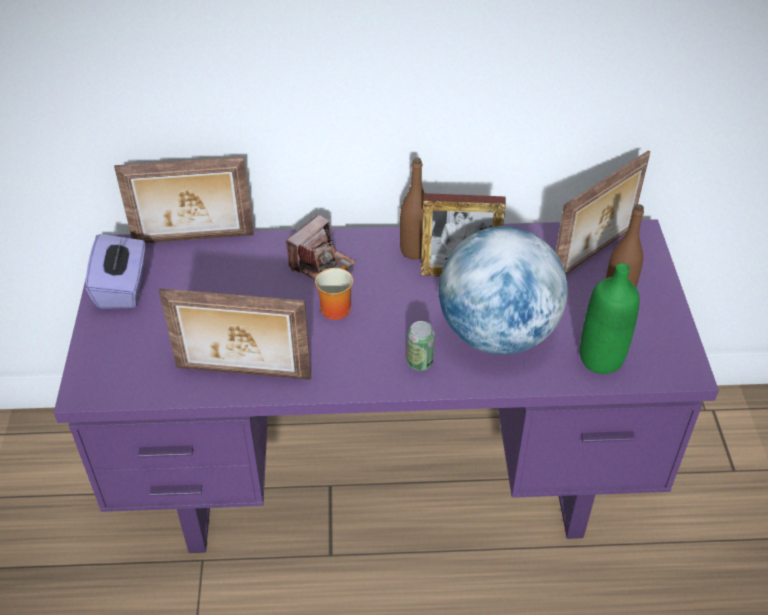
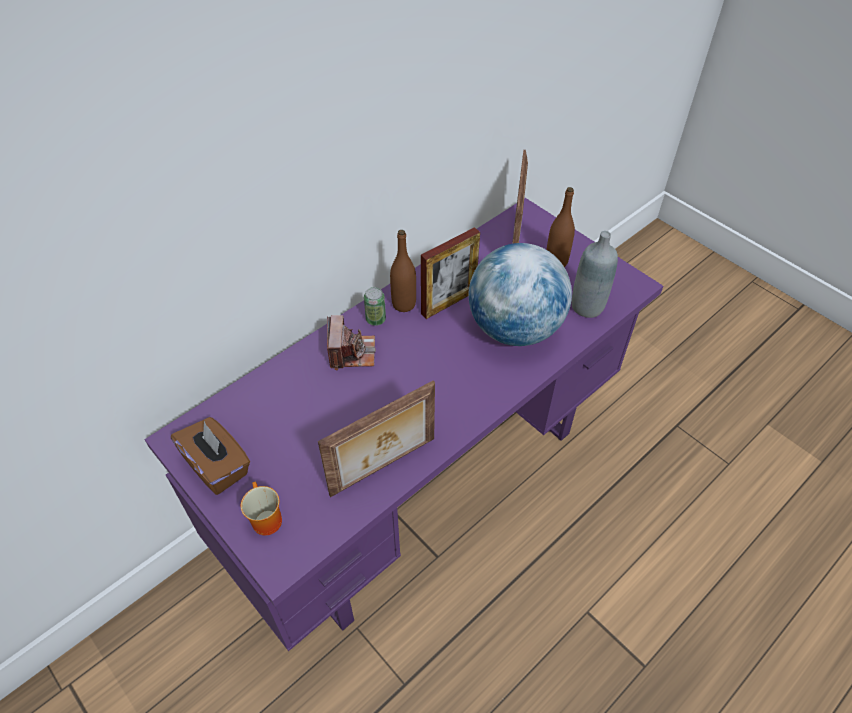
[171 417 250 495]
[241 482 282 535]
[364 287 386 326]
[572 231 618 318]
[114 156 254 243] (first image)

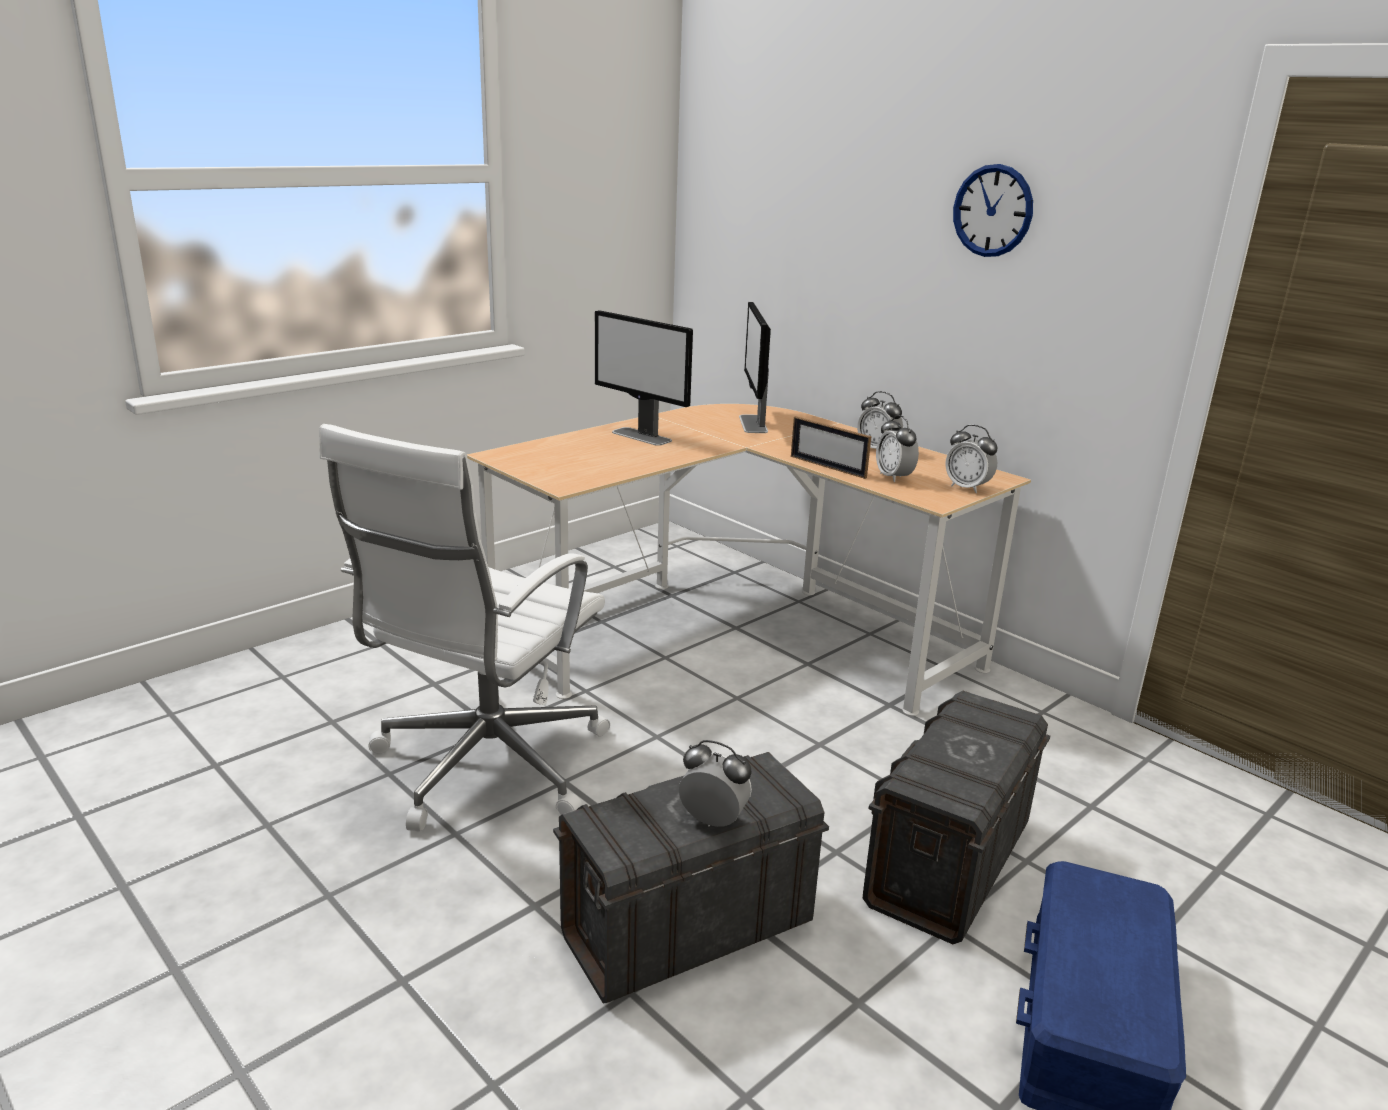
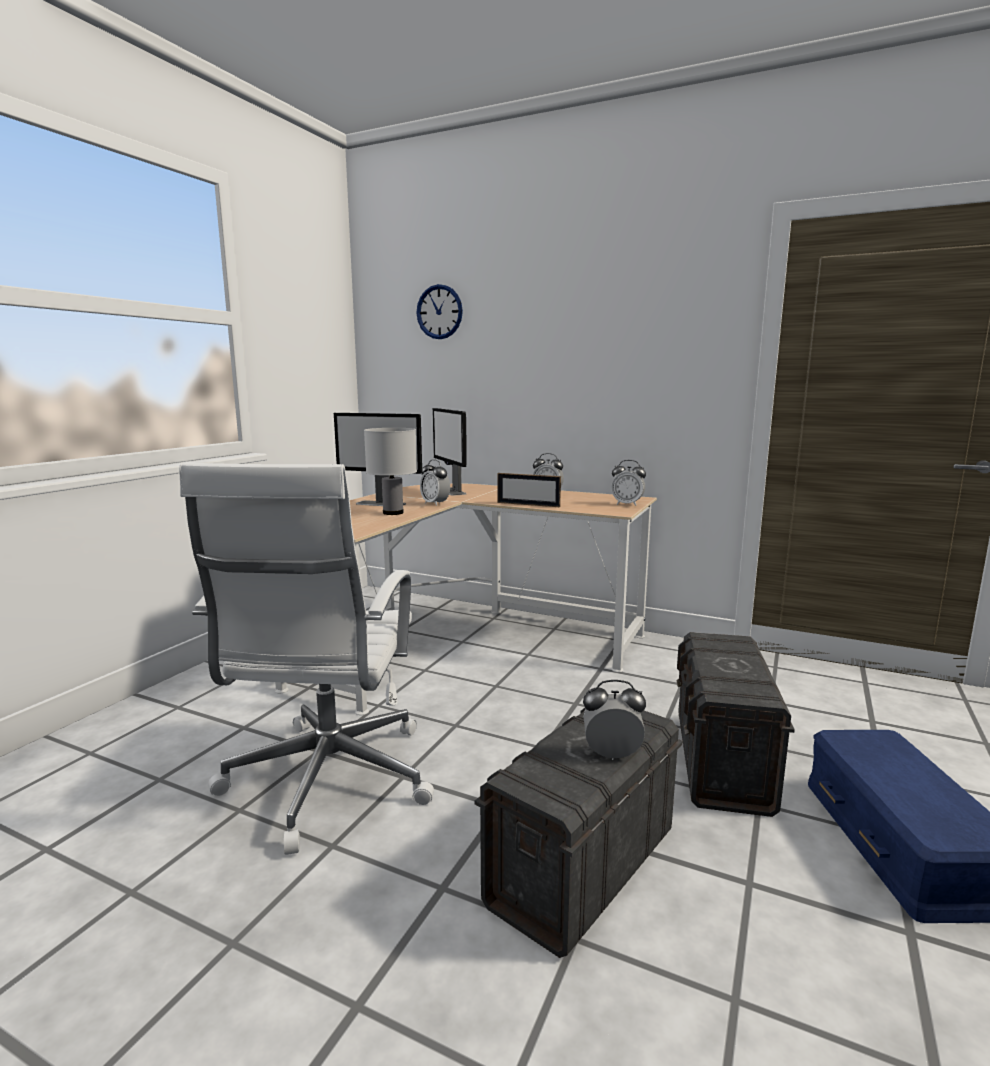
[364 428 417 515]
[416 284 463 339]
[420 459 450 506]

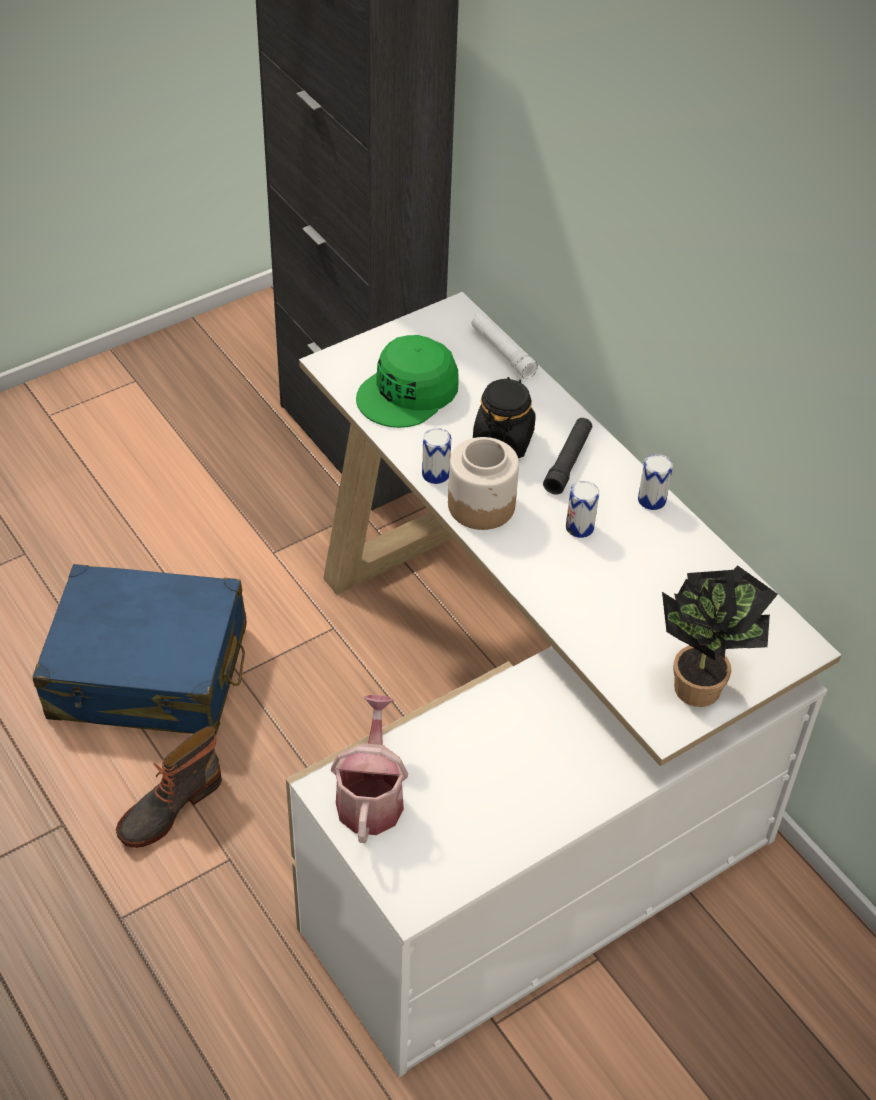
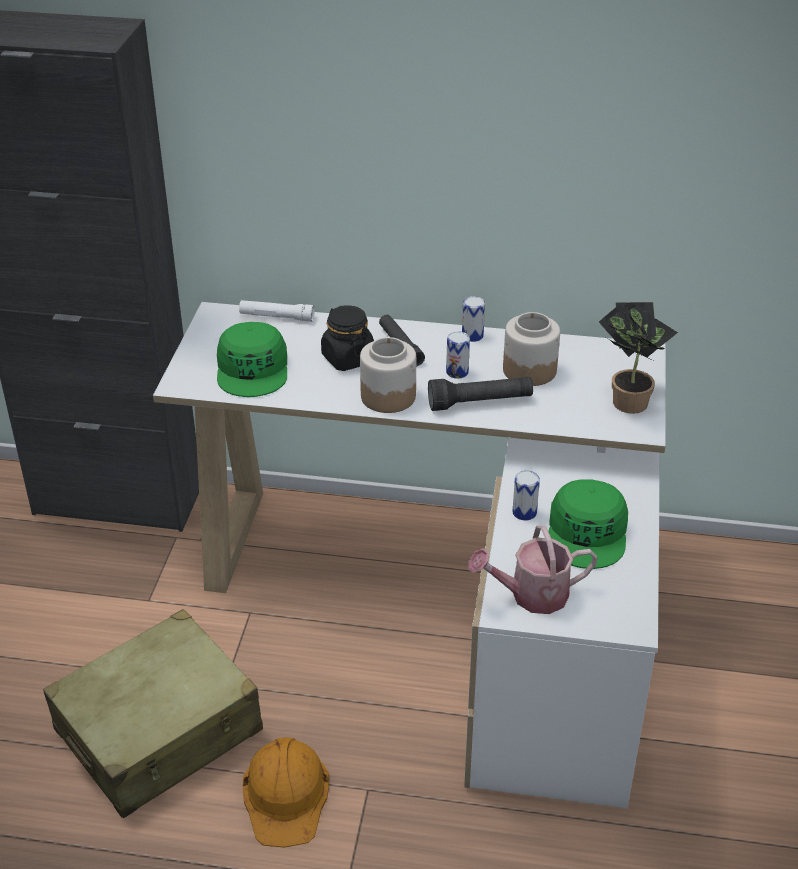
[43 609 263 818]
[243 737 329 847]
[428 377 533 411]
[468 525 597 614]
[503 312 560 386]
[513 470 540 521]
[549 480 628 569]

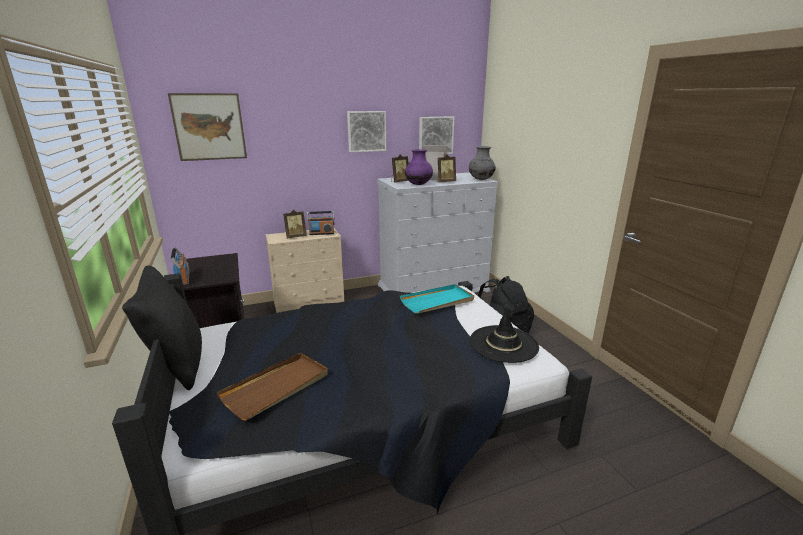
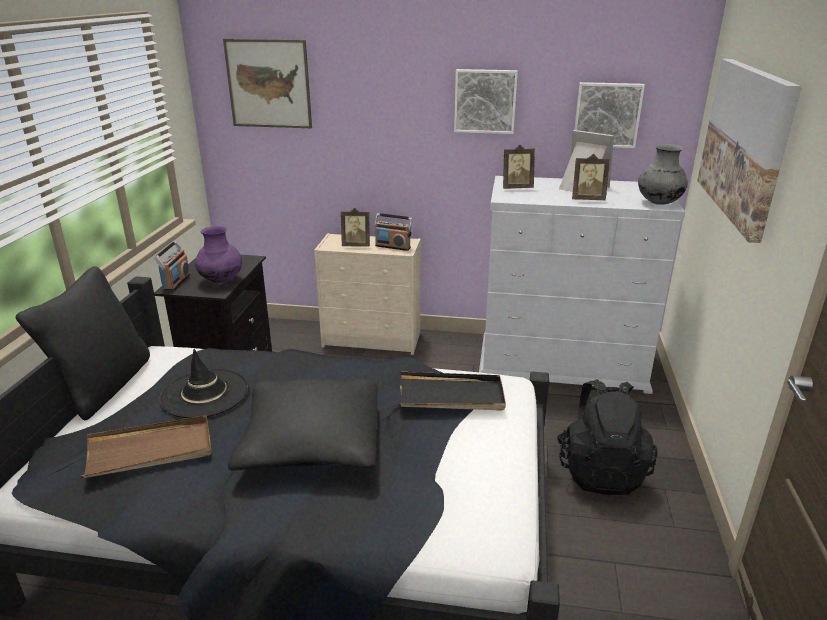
[159 349 249 418]
[195 226 242 283]
[228 379 378 471]
[399 372 506 411]
[697 59 801 243]

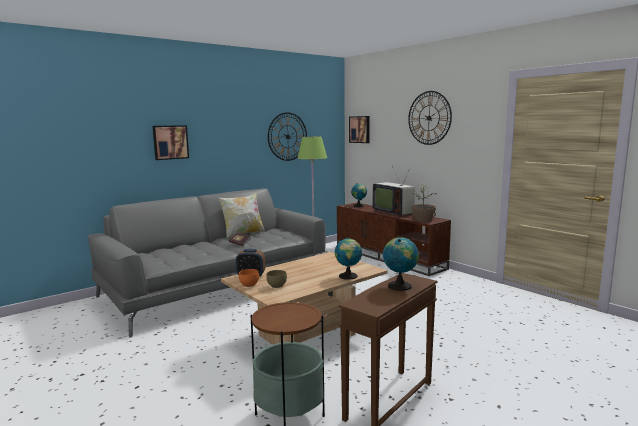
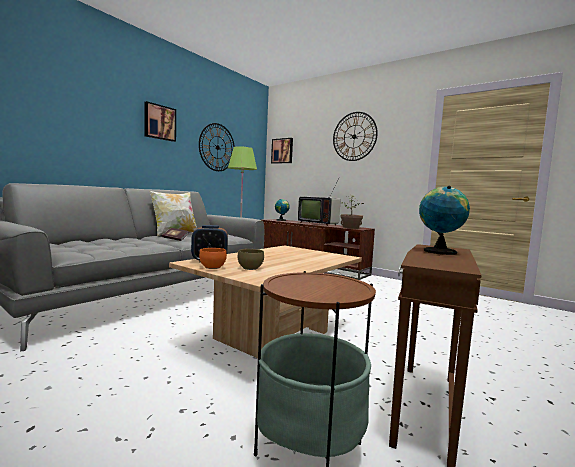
[145 101 176 142]
[335 237 362 280] (first image)

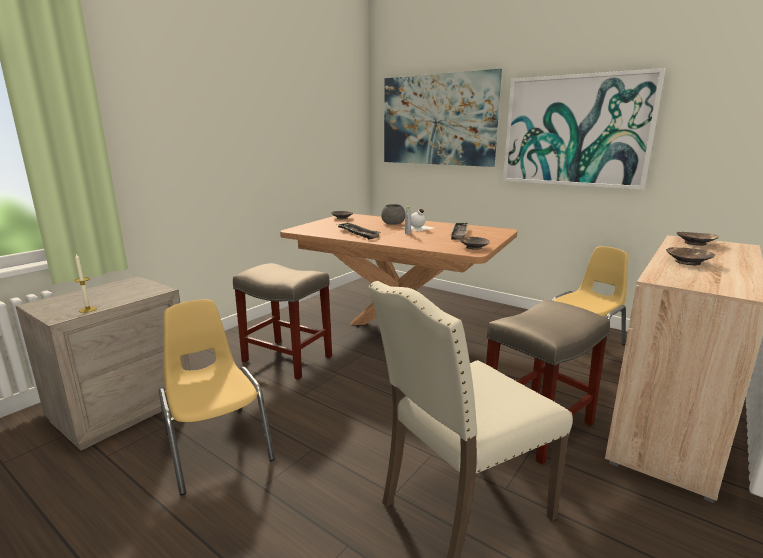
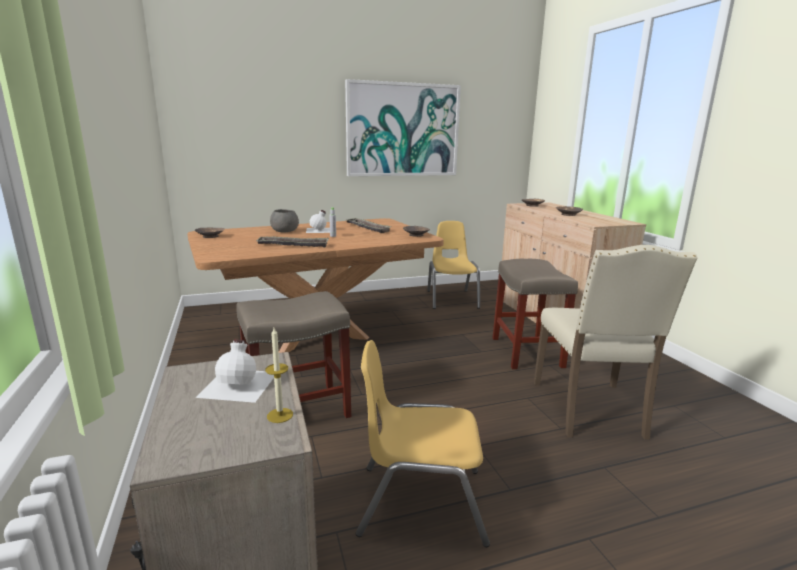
[195 339 274 403]
[384 69 502 167] (first image)

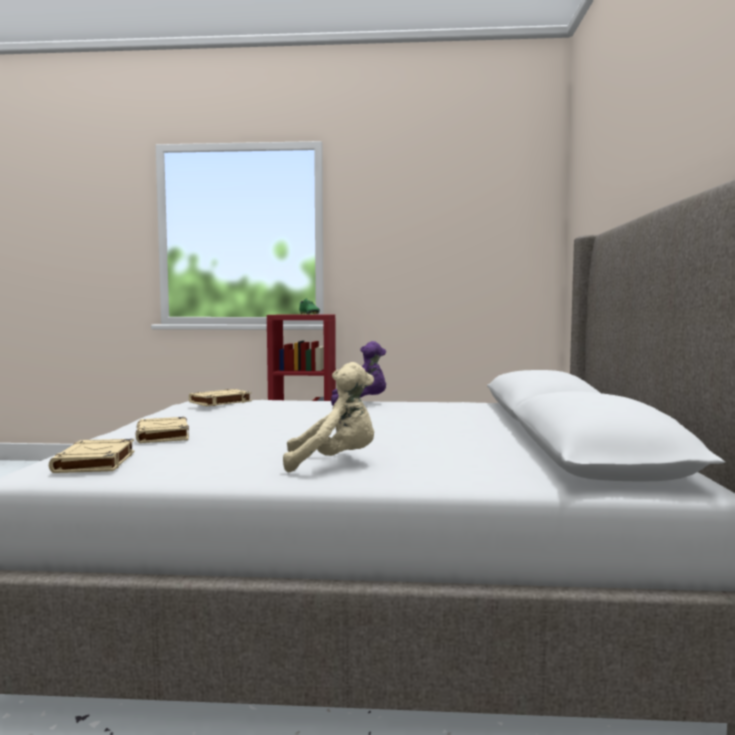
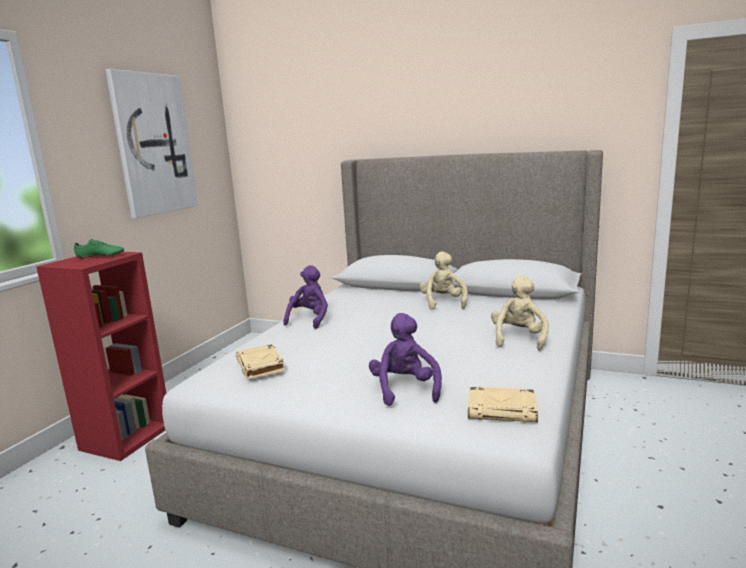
[105 69 198 219]
[369 313 442 406]
[419 251 468 309]

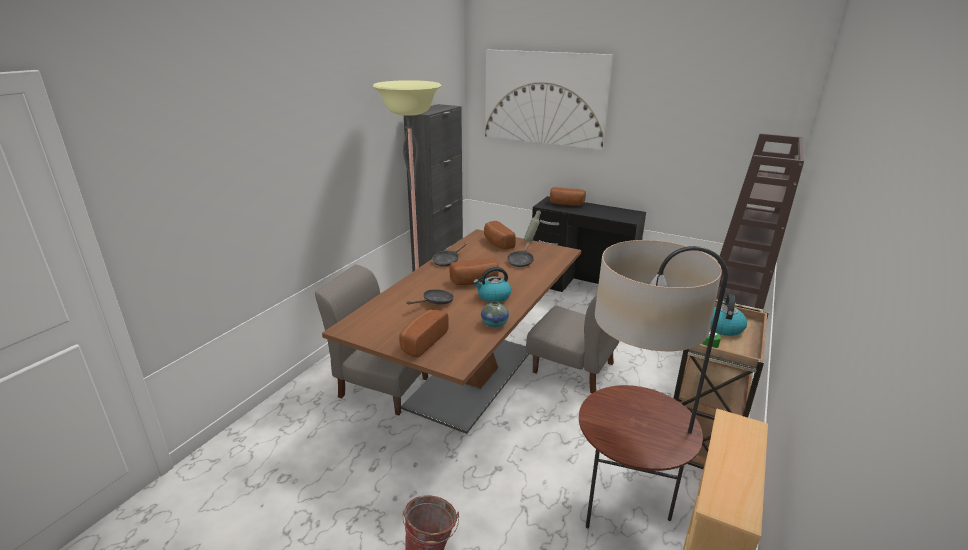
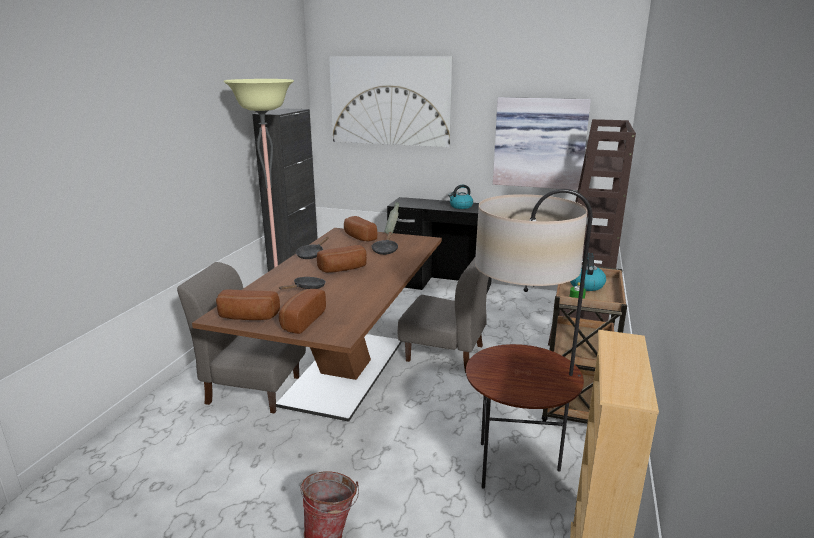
[216 289 280 320]
[448 185 473 209]
[493 97 591 190]
[481 301 509 328] (first image)

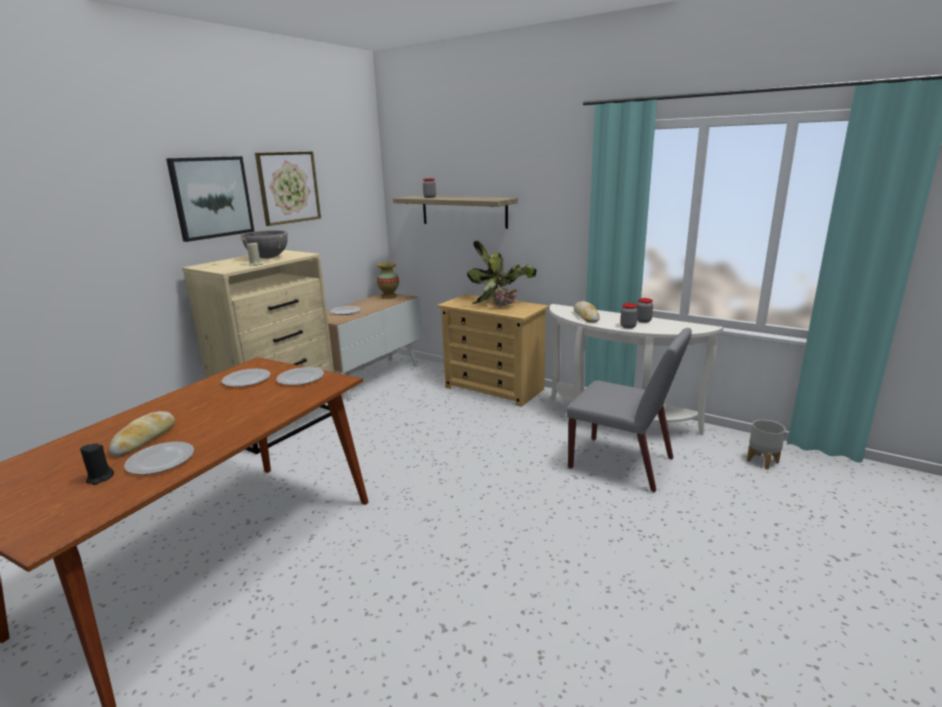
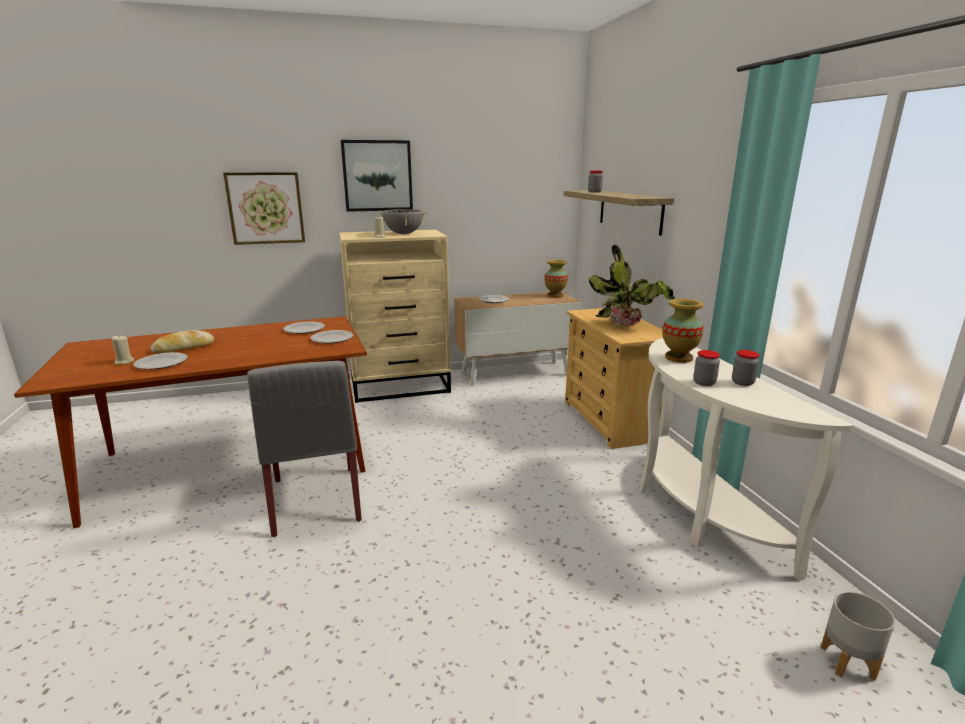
[112 335 134 365]
[223 172 305 245]
[247 361 362 537]
[662 299 703 363]

